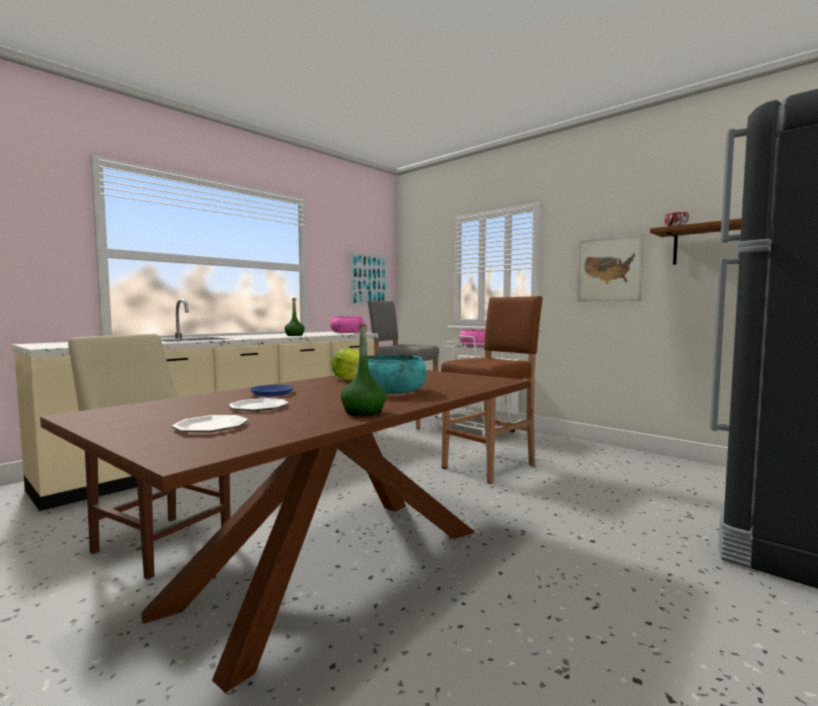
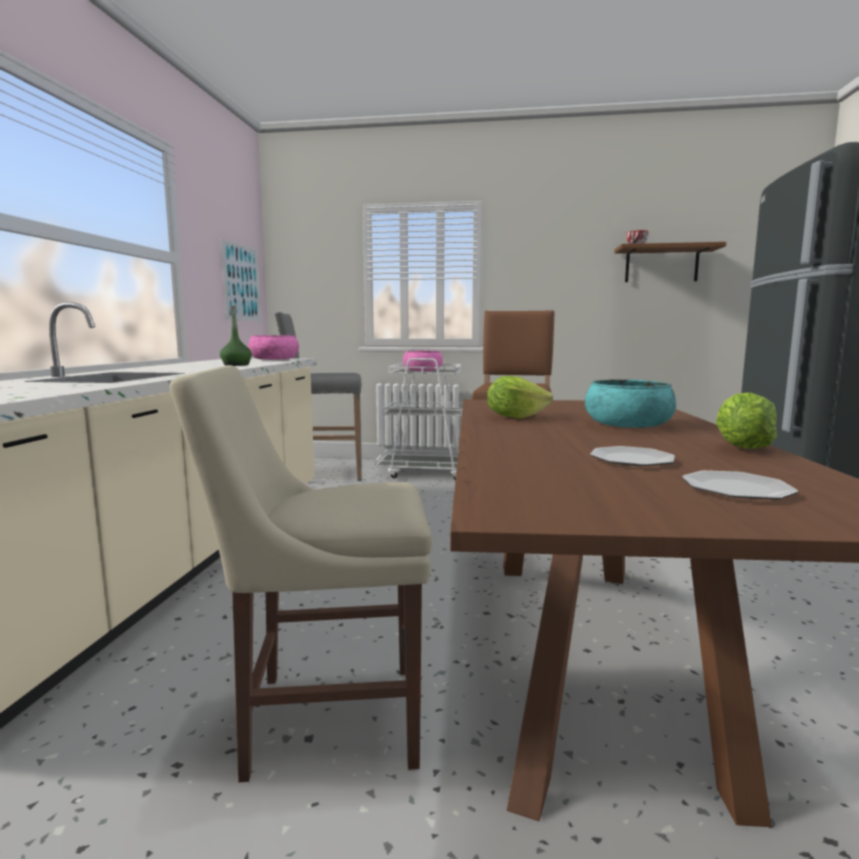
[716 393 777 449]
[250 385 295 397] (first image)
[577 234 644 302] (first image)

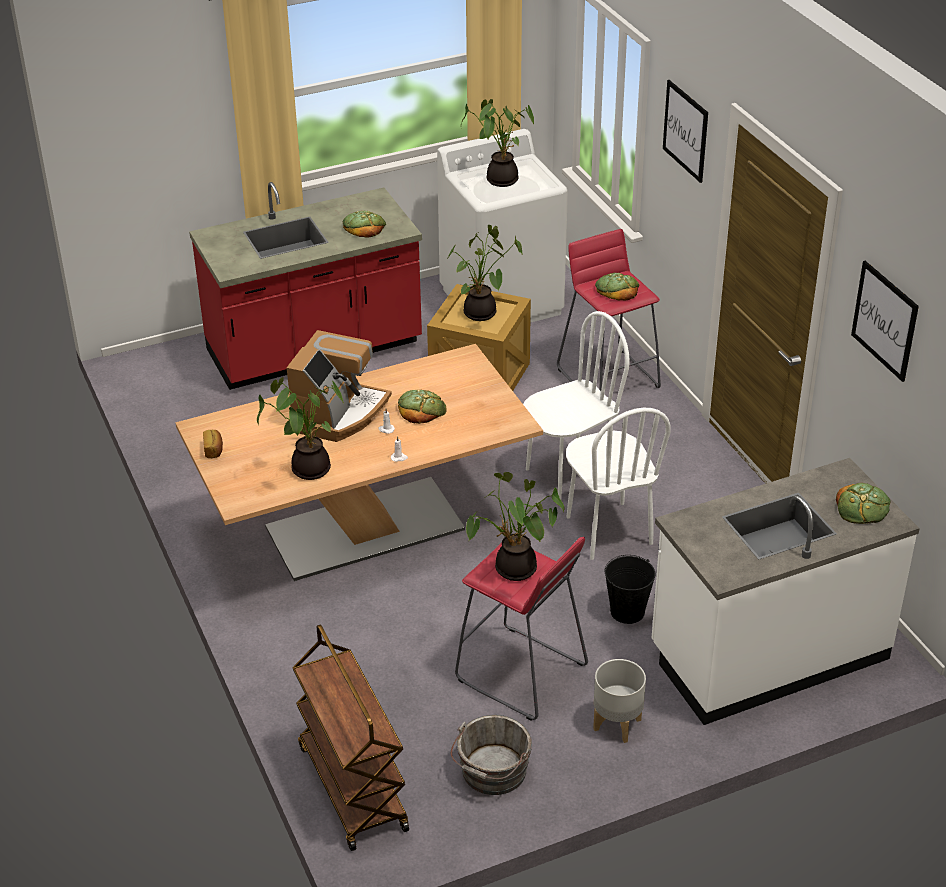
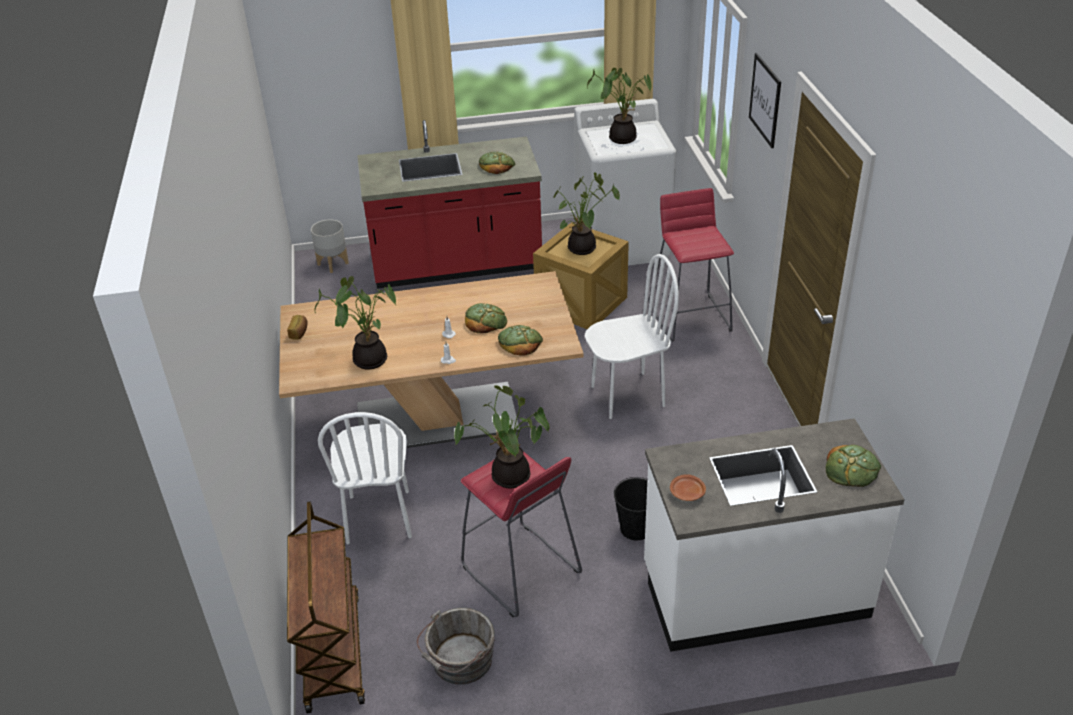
[311 219 349 273]
[318 412 412 544]
[498 325 543 356]
[670 474 706 501]
[287 330 392 442] (first image)
[851 261 919 382] (first image)

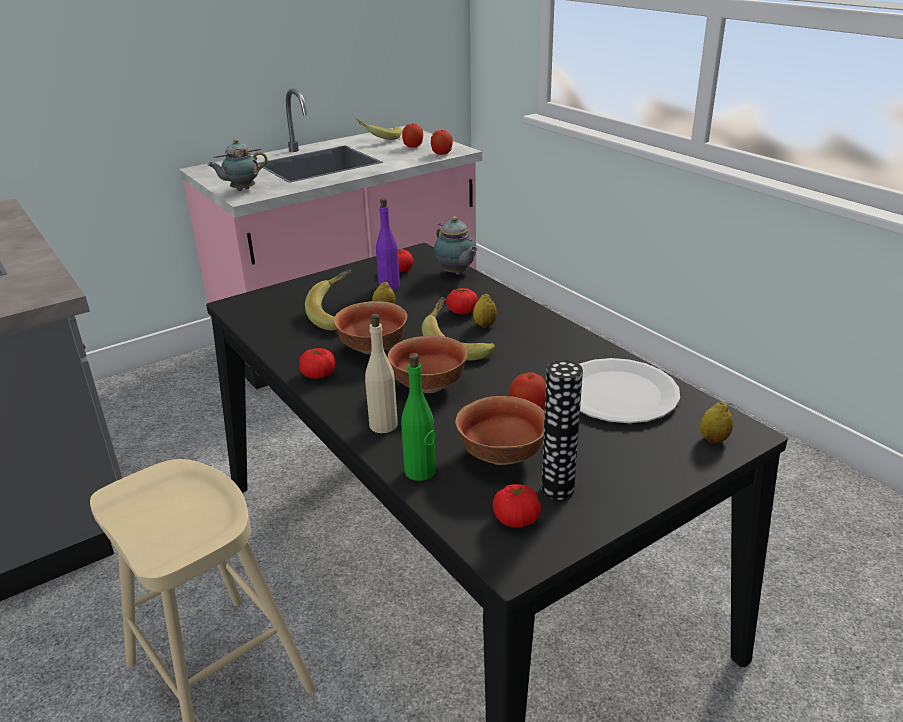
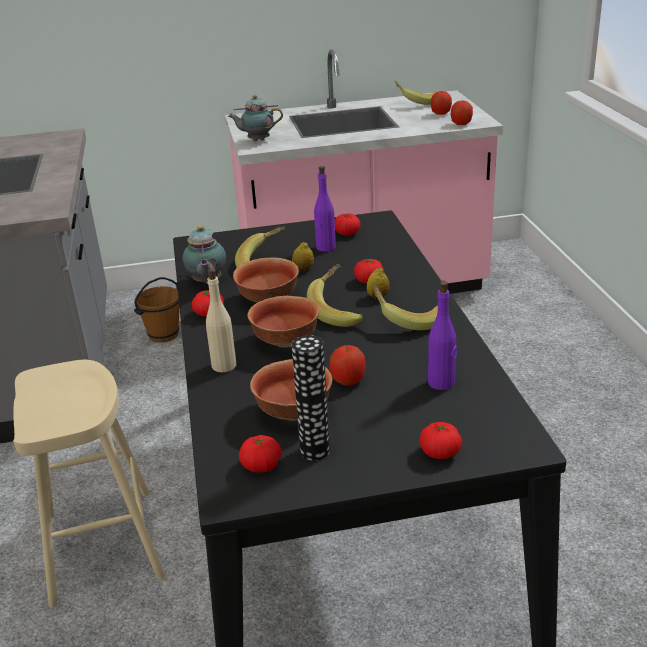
[134 277 179 343]
[183 225 226 284]
[372 285 438 330]
[419 422 462 459]
[428 281 457 390]
[401 353 436 481] (first image)
[700 402 733 444] (first image)

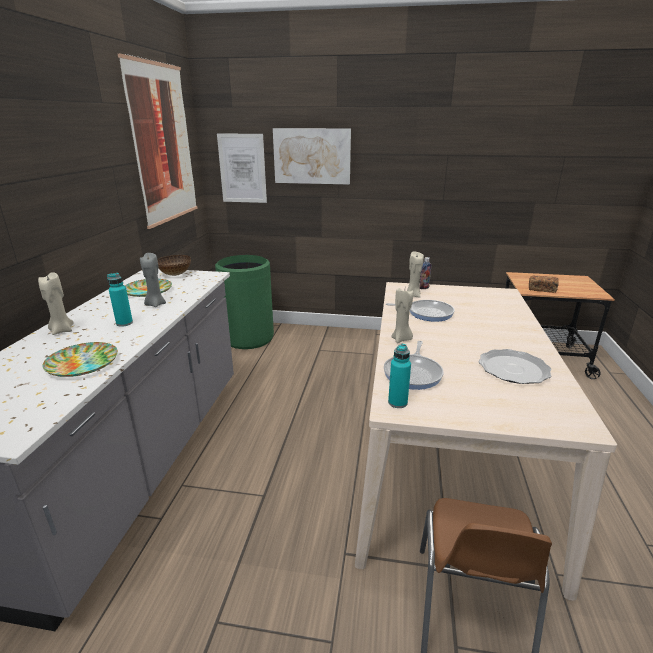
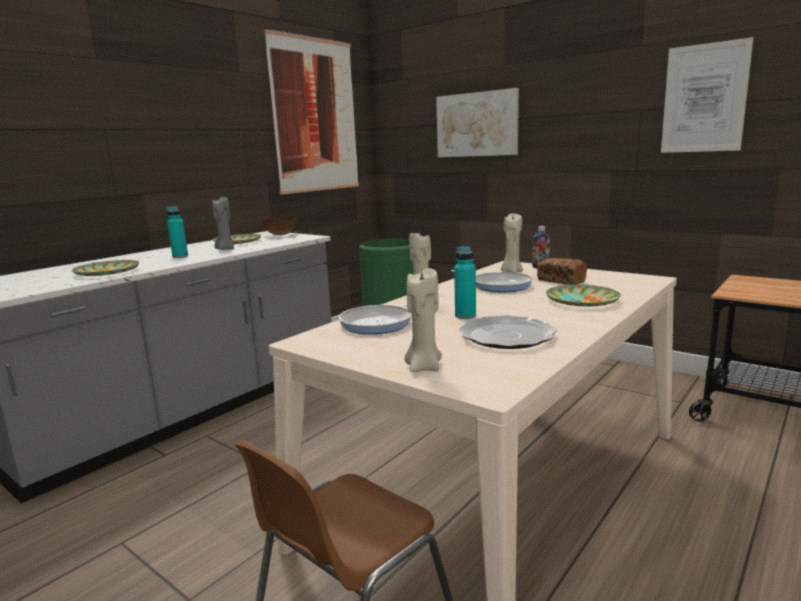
[405 268 442 372]
[454 246 476 319]
[537 258 587 285]
[546 285 621 307]
[661 37 753 153]

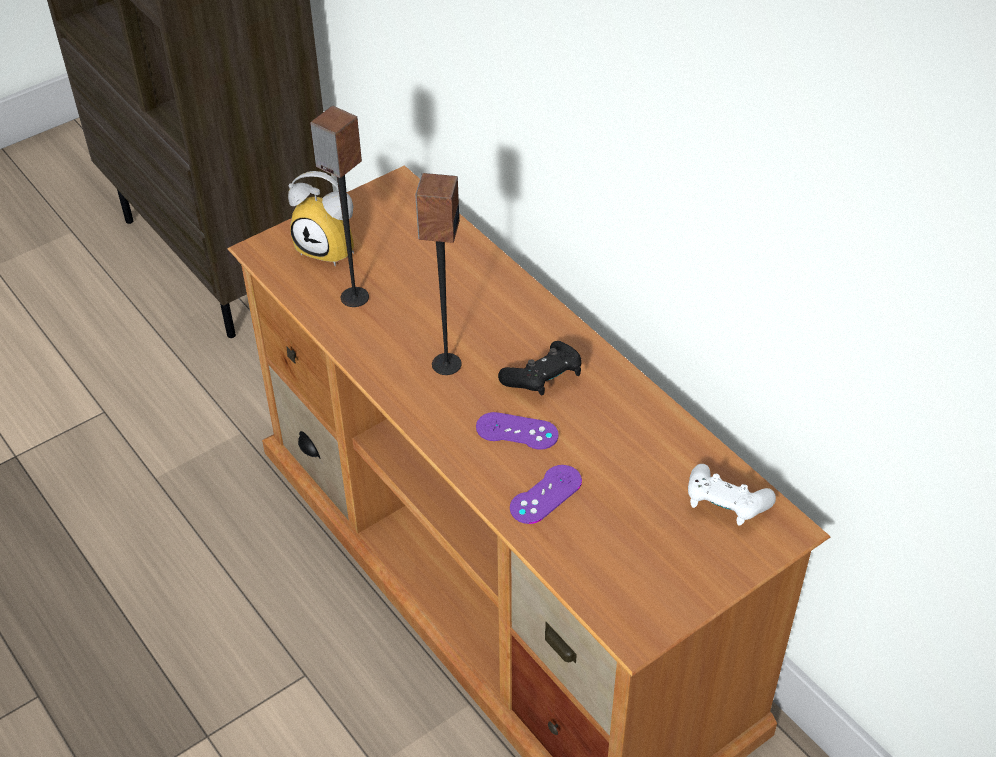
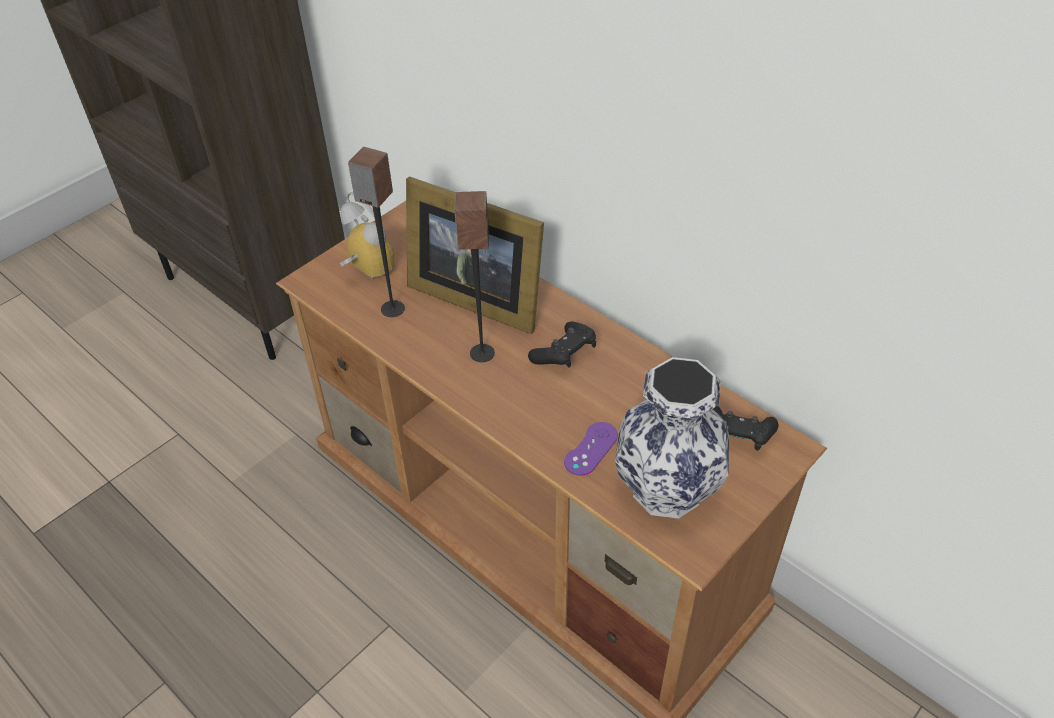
[340 192 394 280]
[406 176 544 334]
[615 357 730 519]
[713 406 778 451]
[476 412 559 450] (first image)

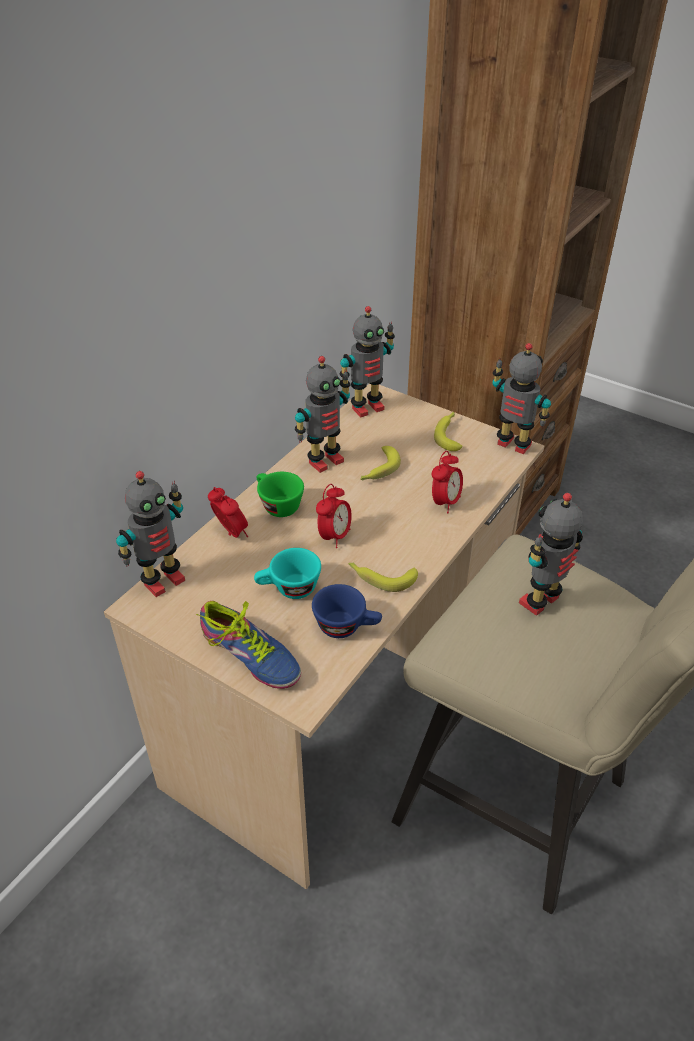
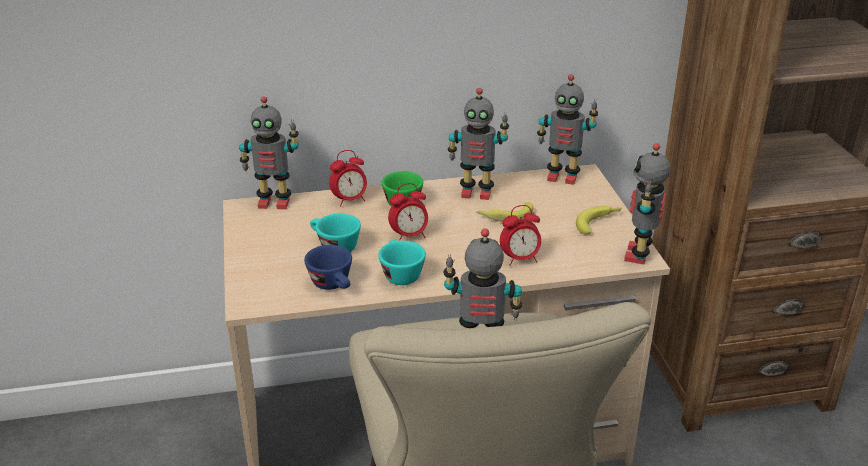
[329 150 367 207]
[378 240 426 285]
[624 143 670 264]
[196 601 301 689] (first image)

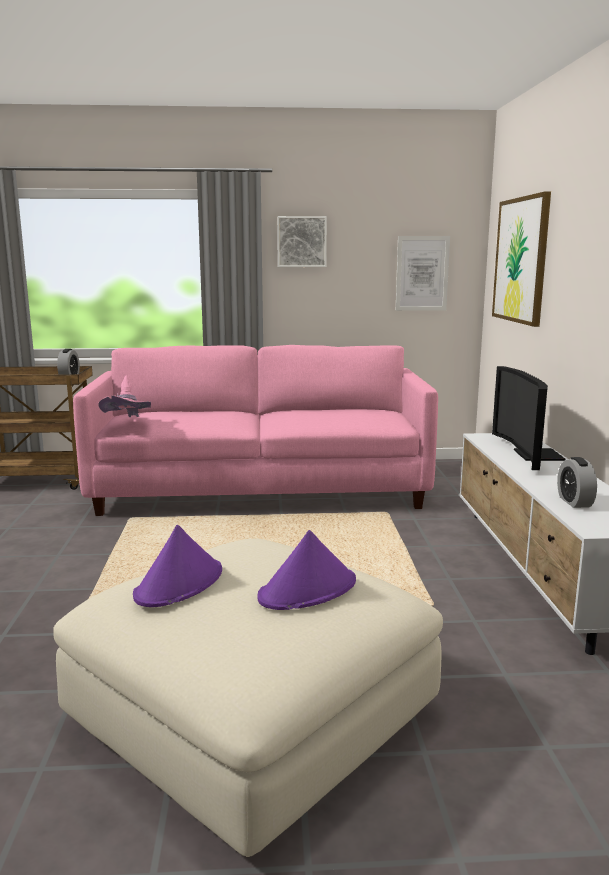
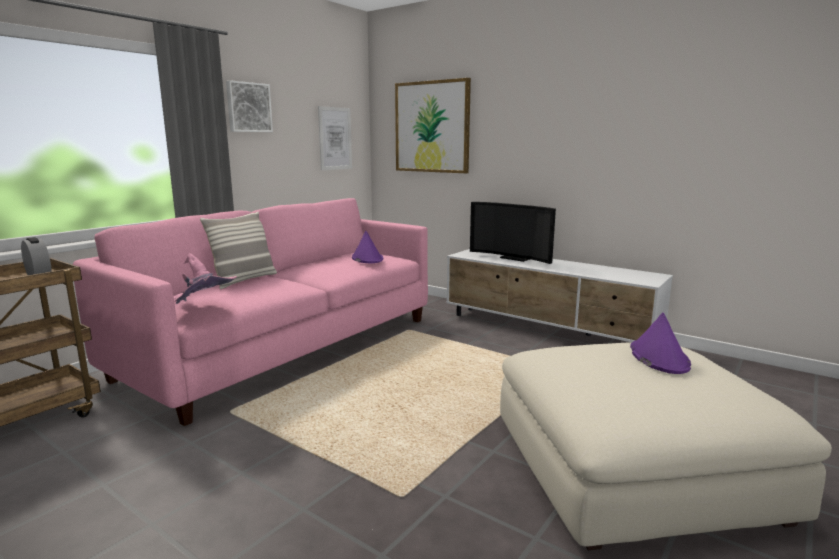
[200 212 277 289]
[352 231 383 263]
[557 457 597 508] (first image)

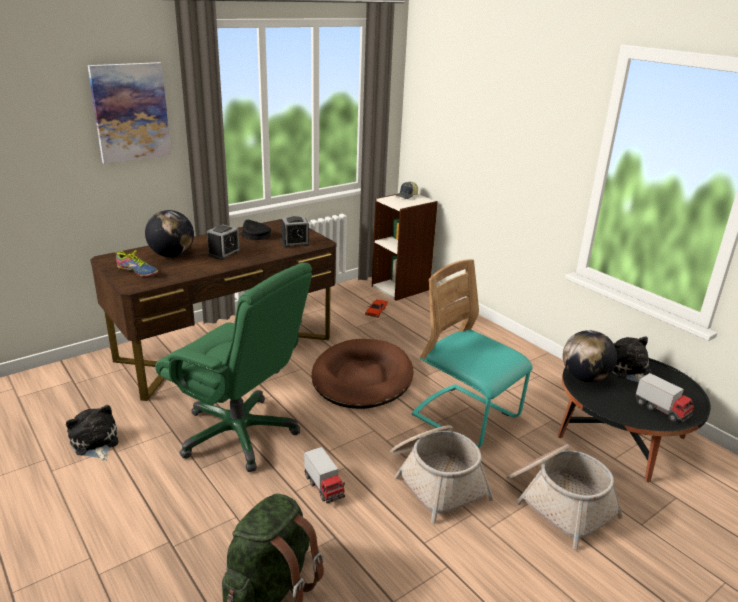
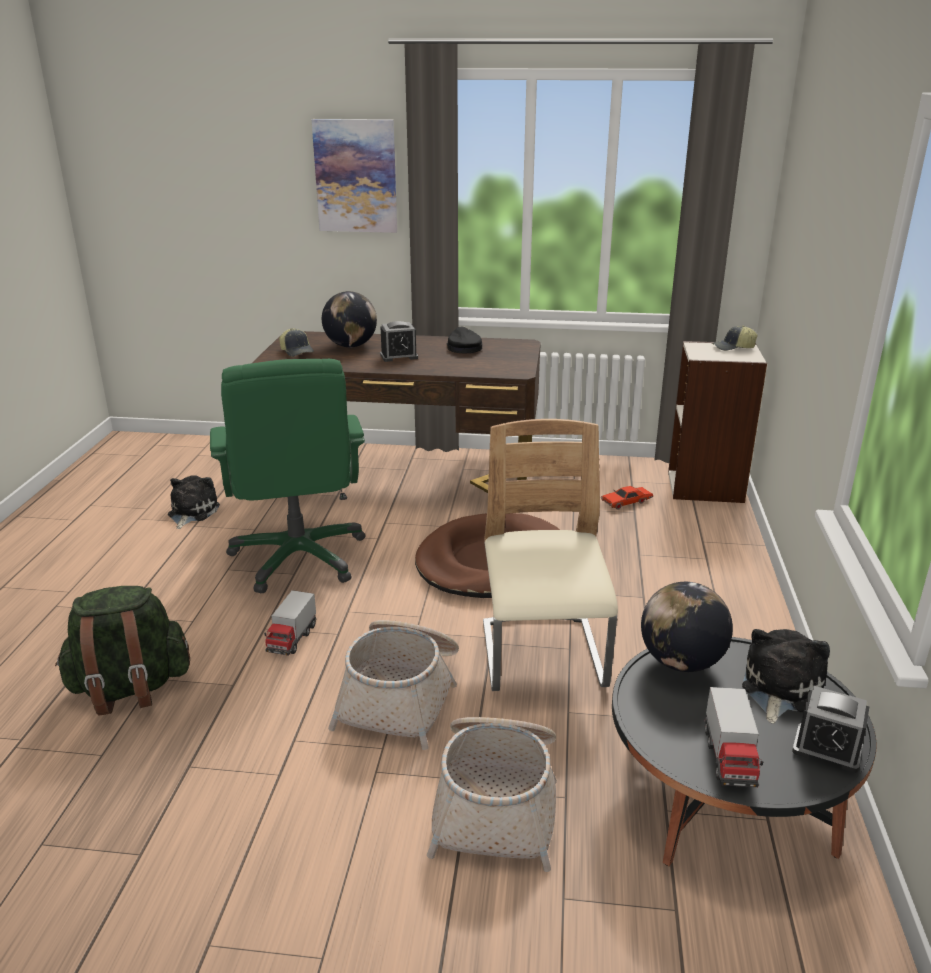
[279 328 314 357]
[483 419 618 691]
[792 686 869 773]

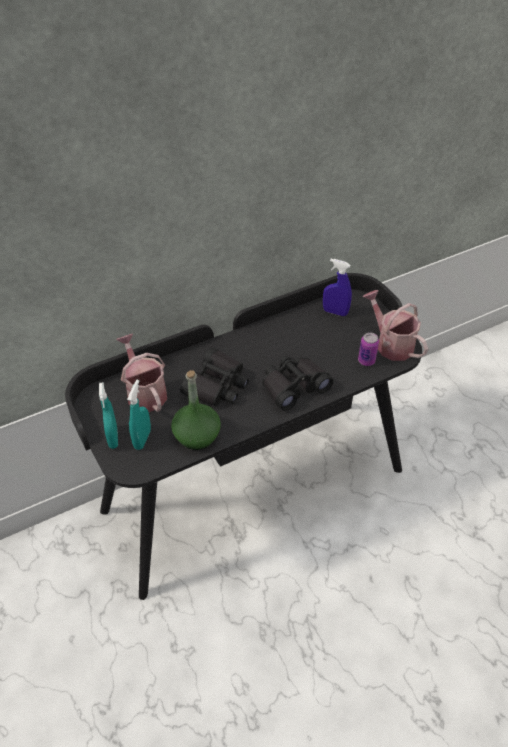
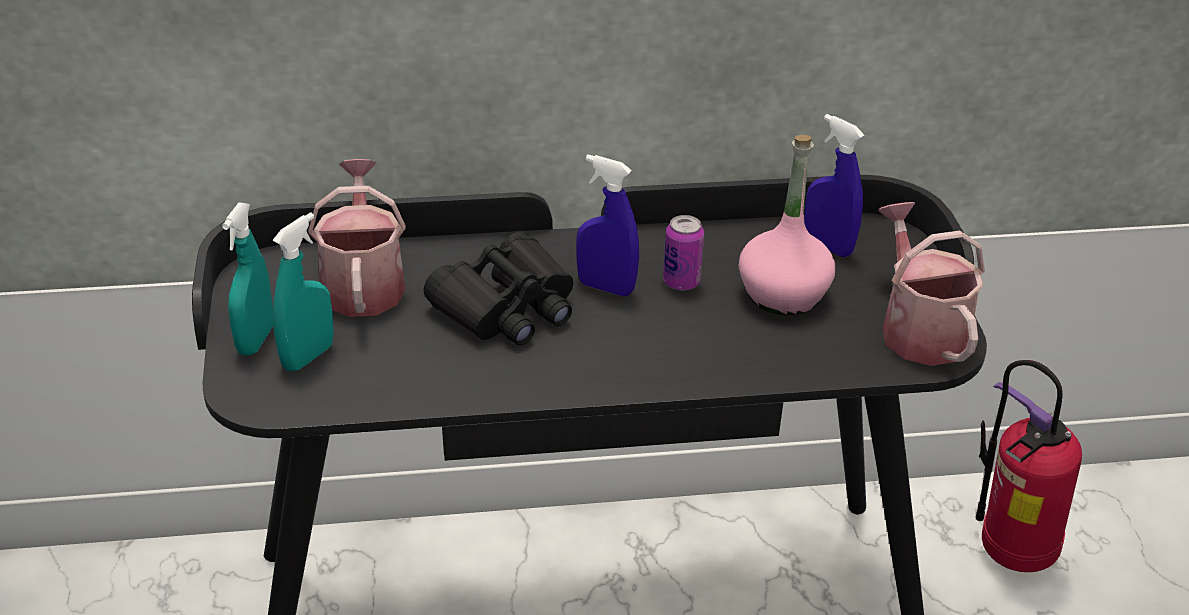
[576 155 639 296]
[663 215 704 291]
[739 135 835 315]
[976 360 1082 572]
[171 370 221 450] (first image)
[262 356 333 411] (first image)

